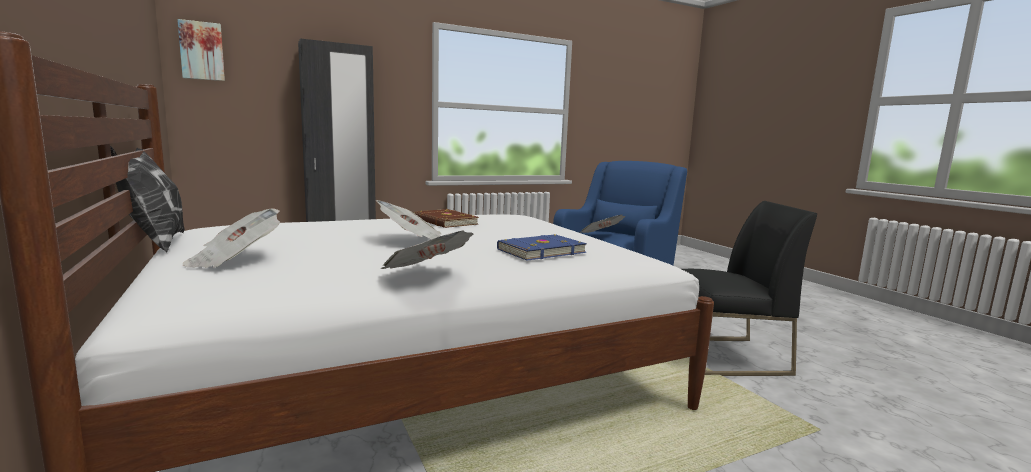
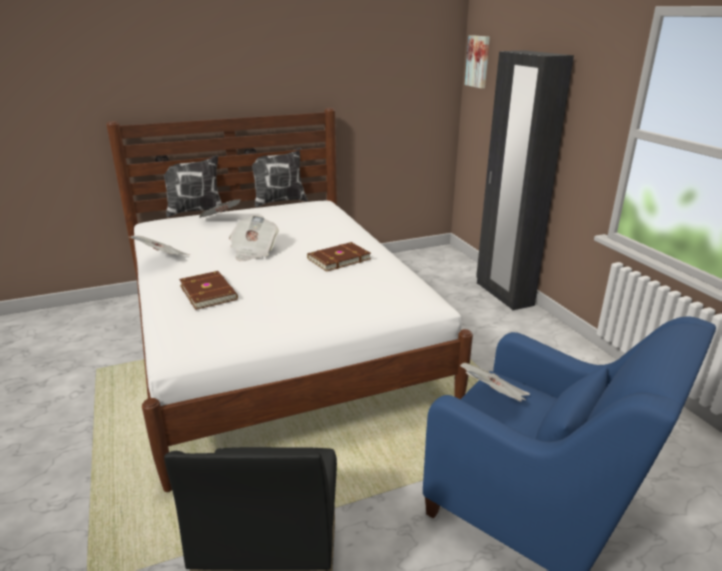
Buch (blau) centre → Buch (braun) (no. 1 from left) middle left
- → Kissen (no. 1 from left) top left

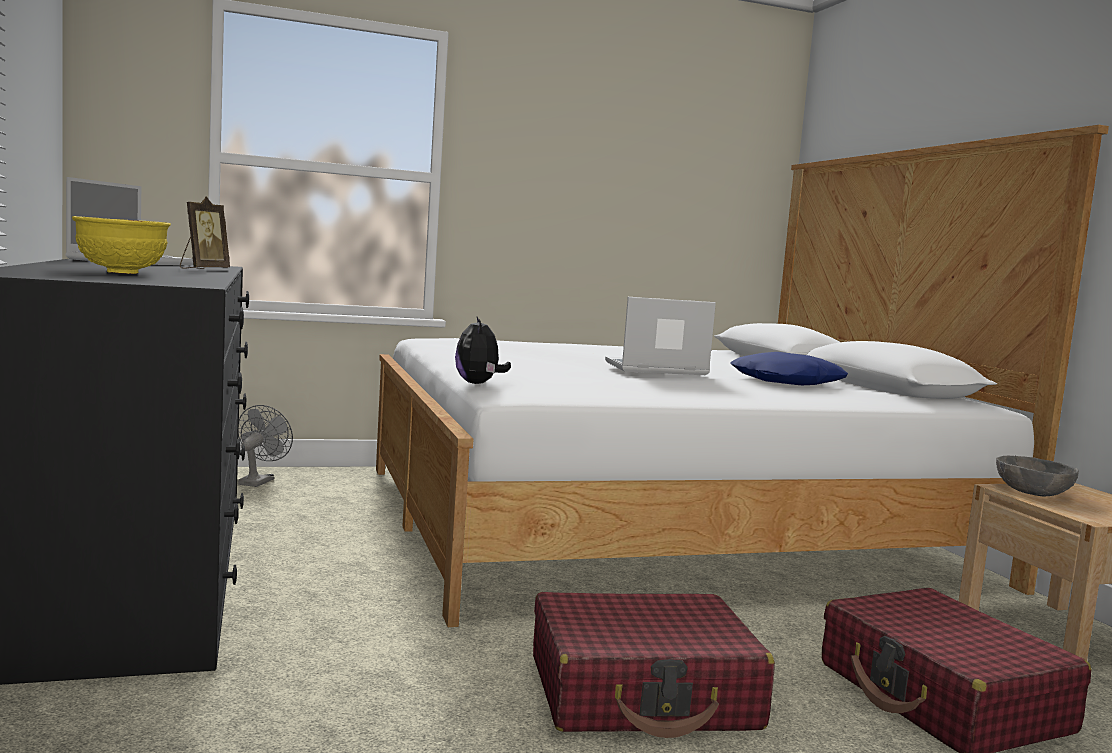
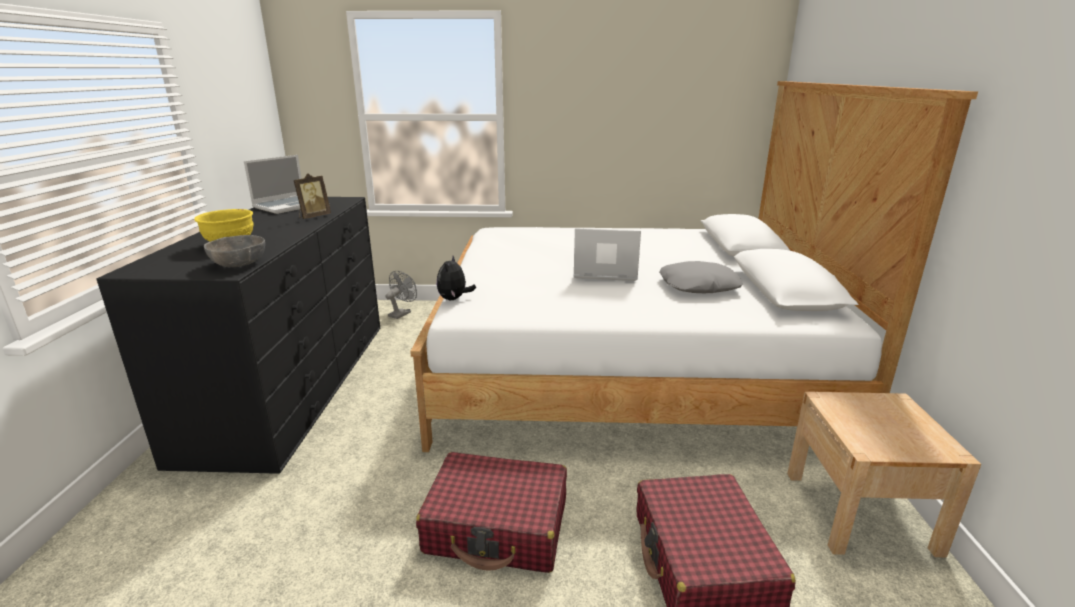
Kissen (blau) middle right → Kissen (grau) centre
Schüssel (grau) middle right → Schüssel (grau) middle left, shifted

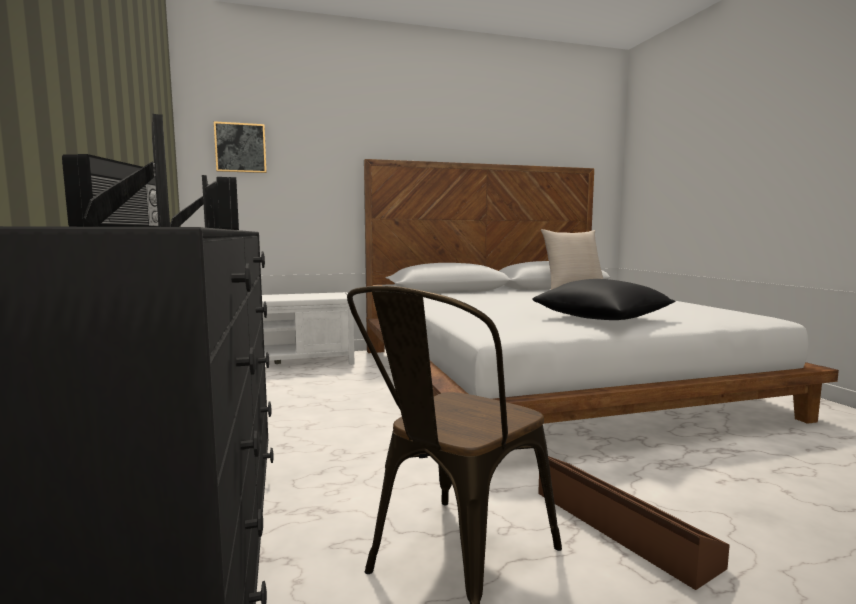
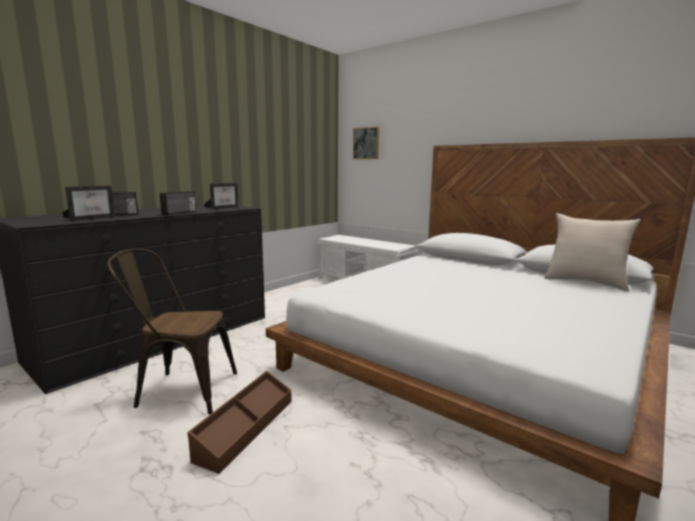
Kissen (schwarz) middle right → -

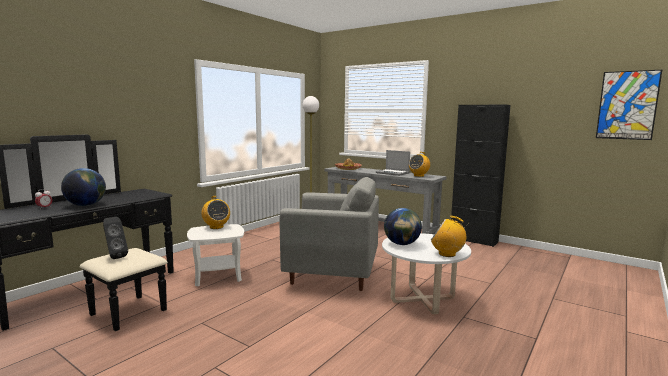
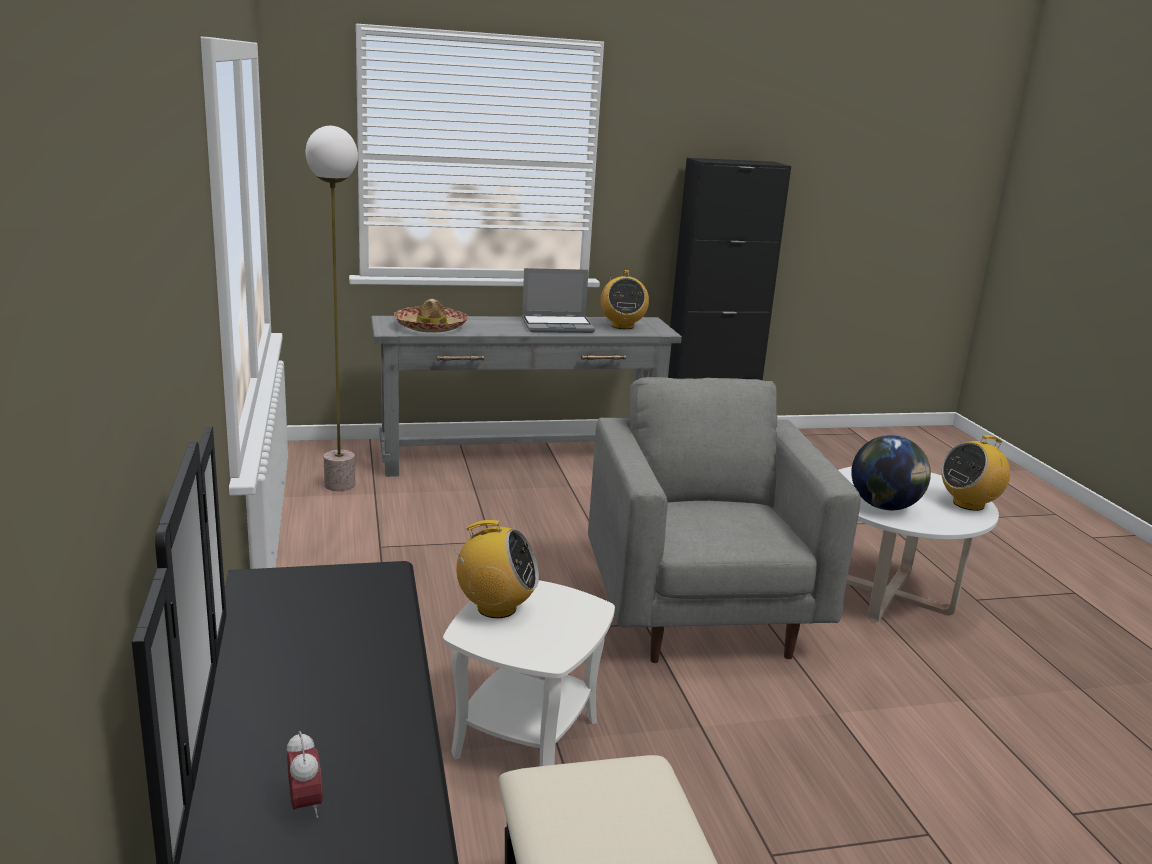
Bild top right → -
Globus (no. 1 from left) middle left → -
Sessel (grau) centre, 60 degrees counterclockwise
Lautsprecher (schwarz) middle left → -

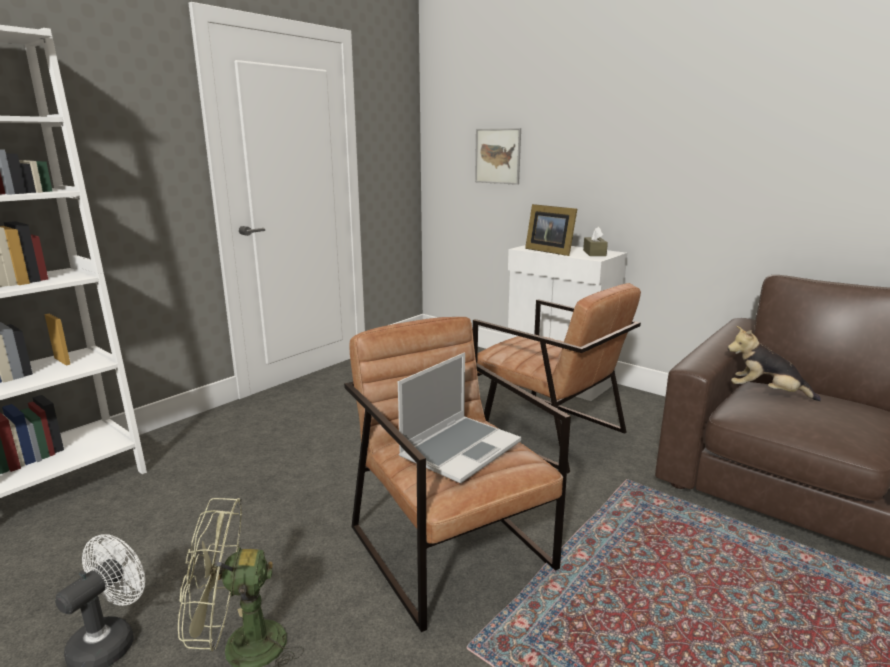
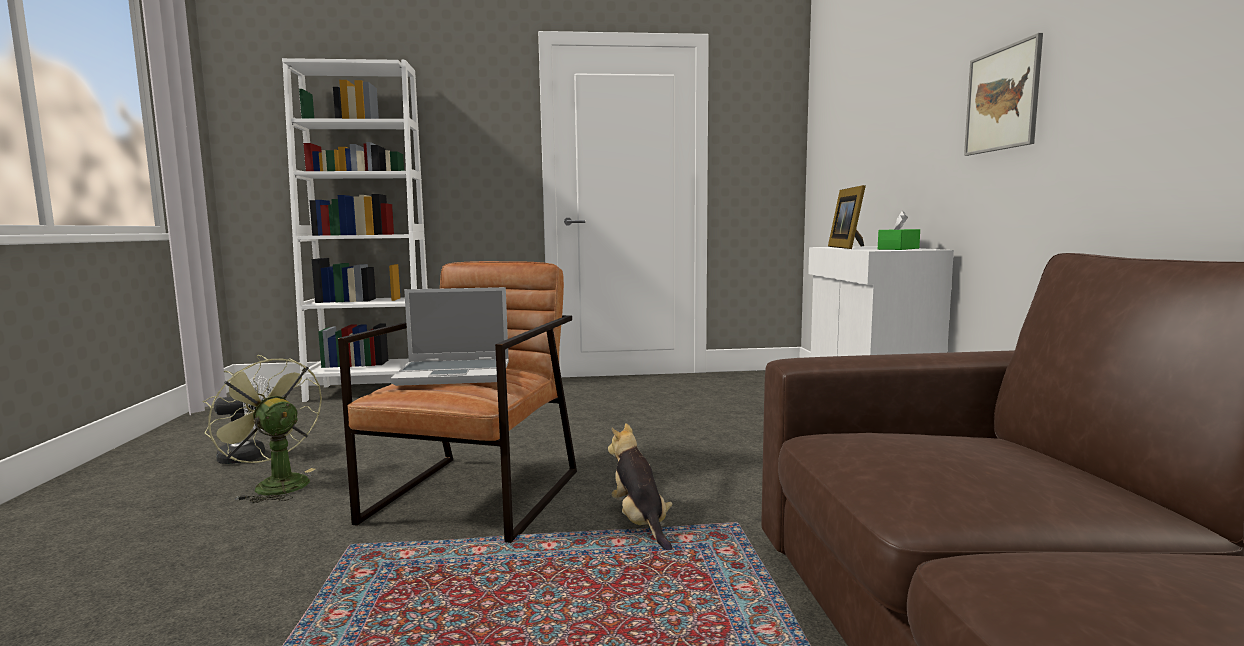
Bild top centre → Bild top right, shifted
Taschentuchbox (braun) middle right → Taschentuchbox (grün) middle right
Sessel (braun) (no. 2 from left) centre → -
Plüschtier middle right → Plüschtier bottom centre, shifted

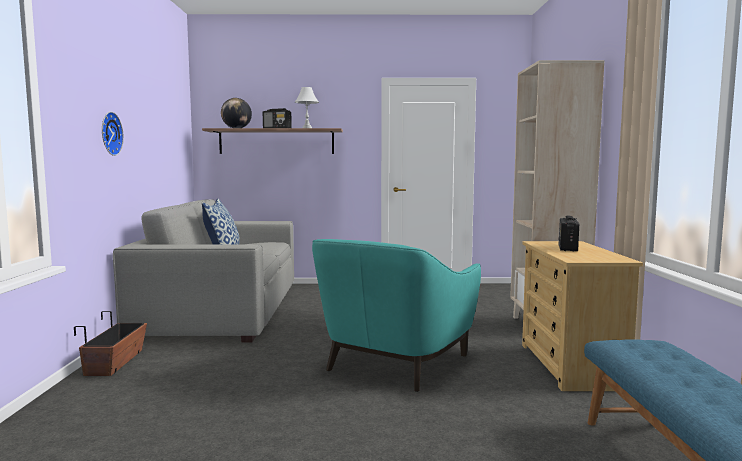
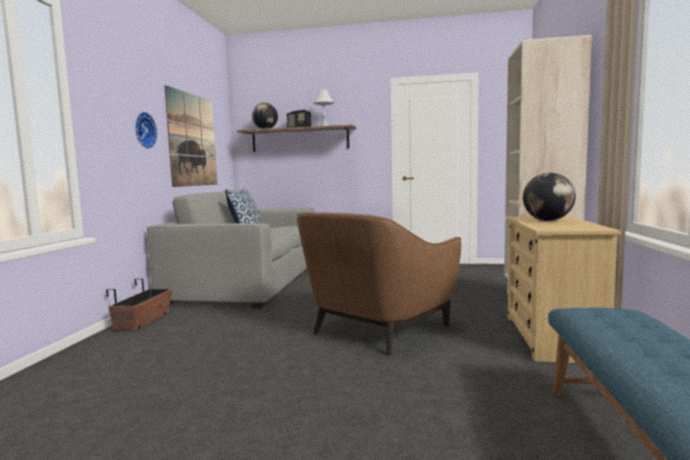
Radio (no. 2 from left) middle right → Globus (no. 2 from left) middle right
Sessel (türkis) bottom centre → Sessel (braun) centre
- → Bild top left

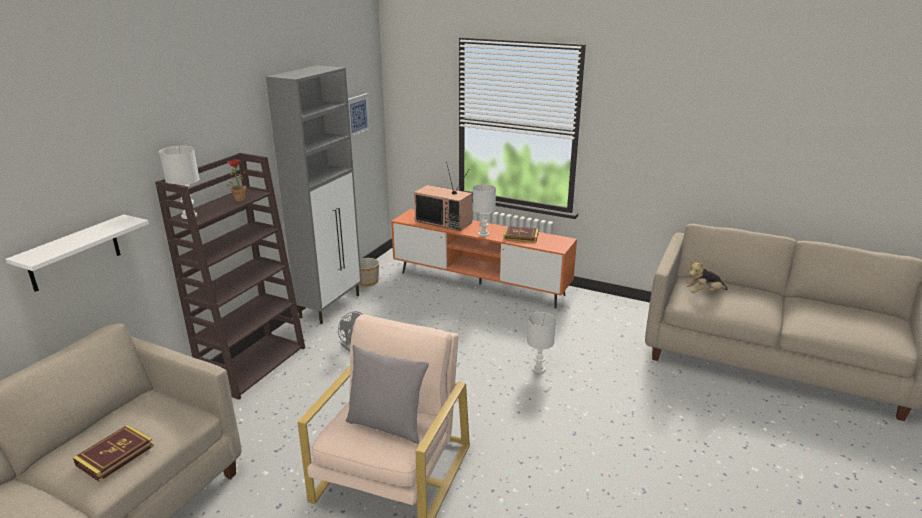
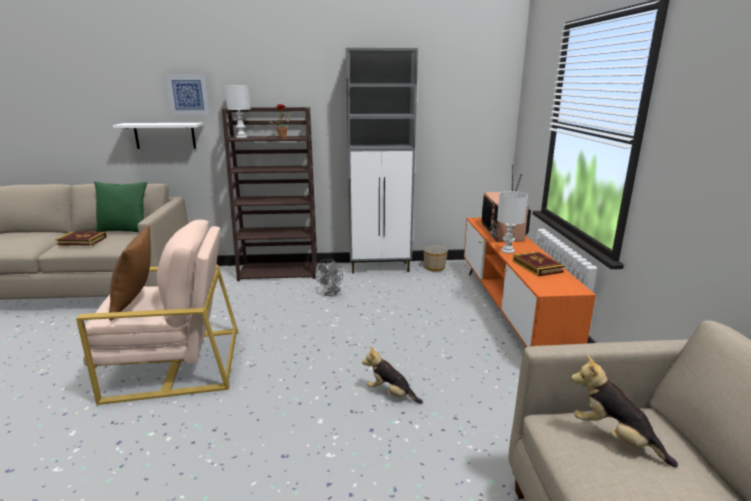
Bild top centre → Bild top left, shifted
Tischlampe (weiß) (no. 3 from left) centre → Plüschtier (no. 1 from left) bottom centre
Kissen (grau) bottom centre → Kissen (braun) middle left
- → Kissen (grün) middle left

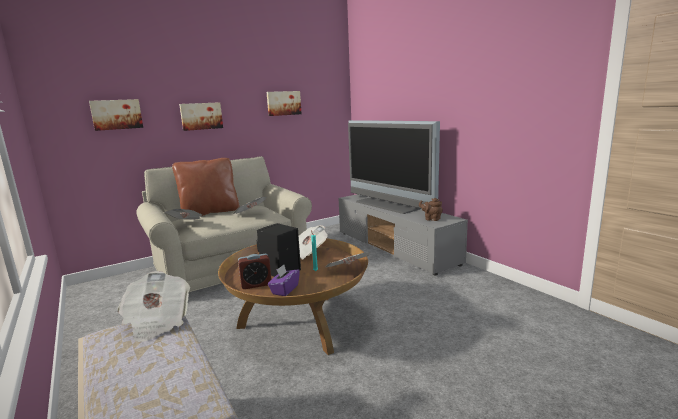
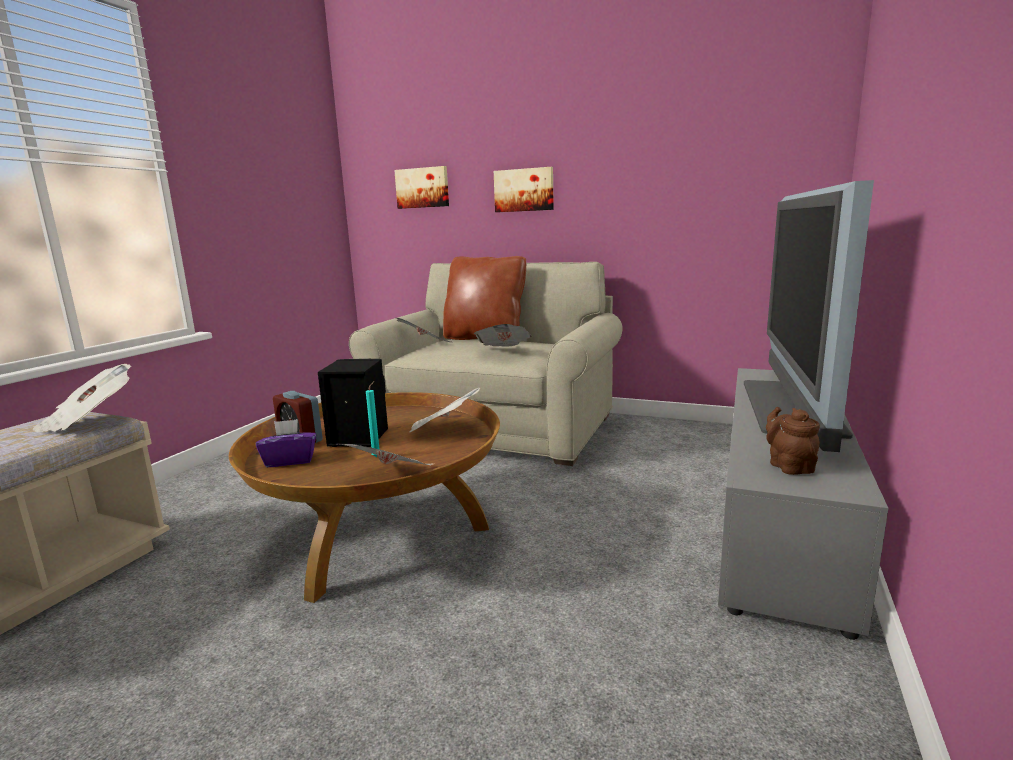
Bild (no. 3 from left) top centre → -

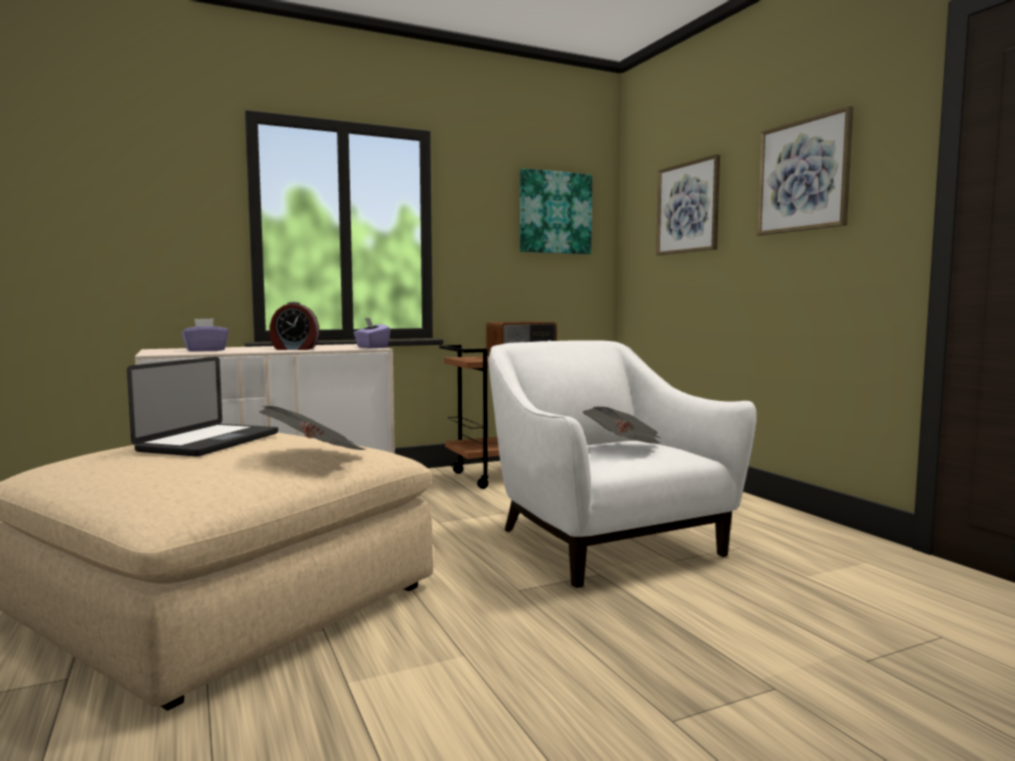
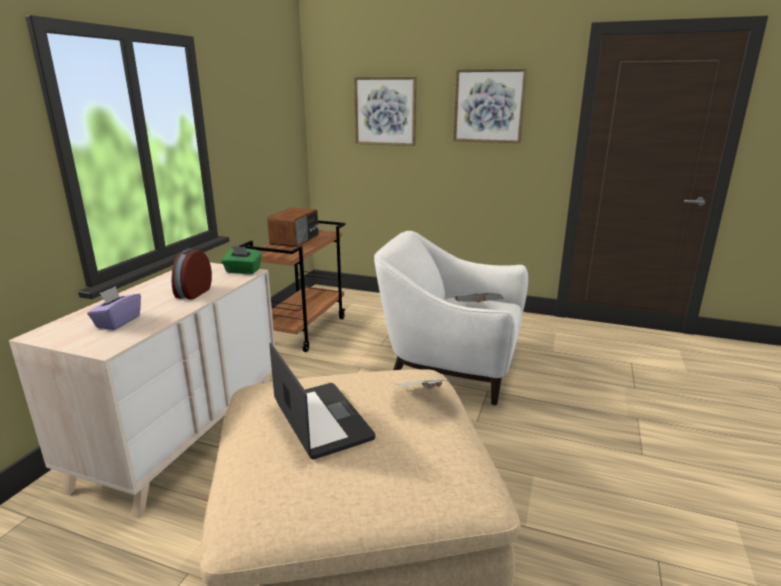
Bild (no. 1 from left) top centre → -
Wecker middle left, 150 degrees clockwise
Taschentuchbox (lila) (no. 2 from left) centre → Taschentuchbox (grün) middle left

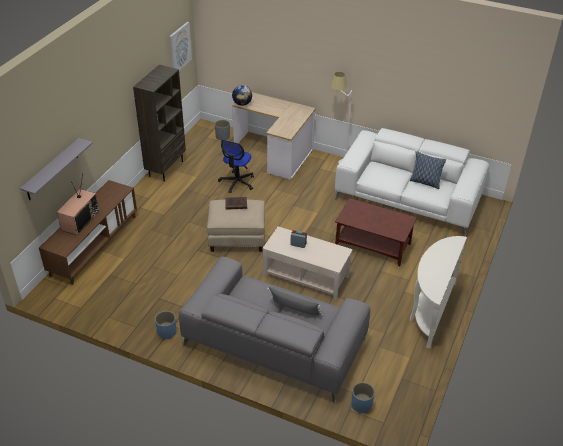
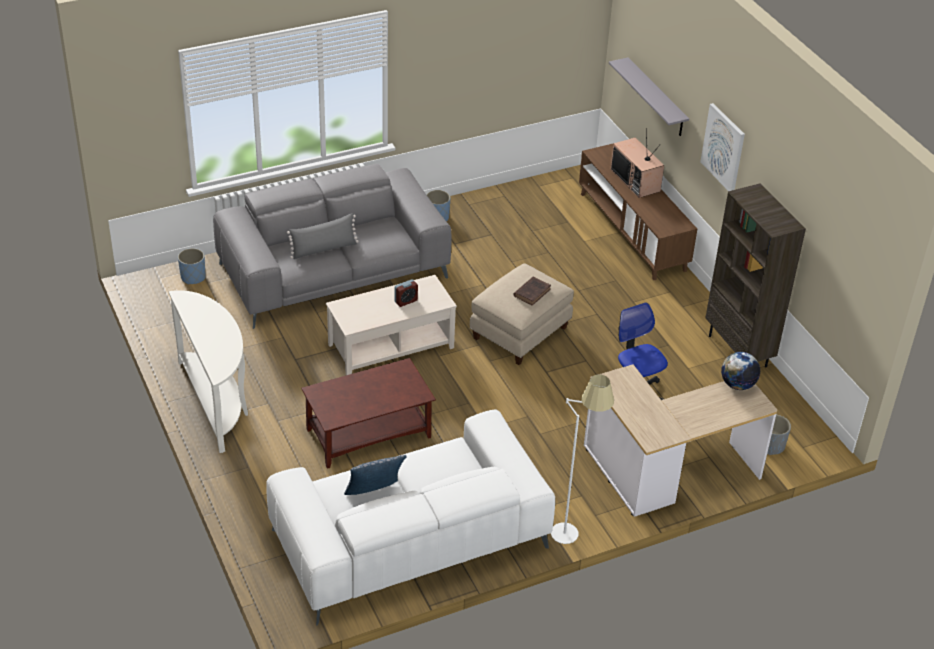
Bild top left → Bild top right, shifted

